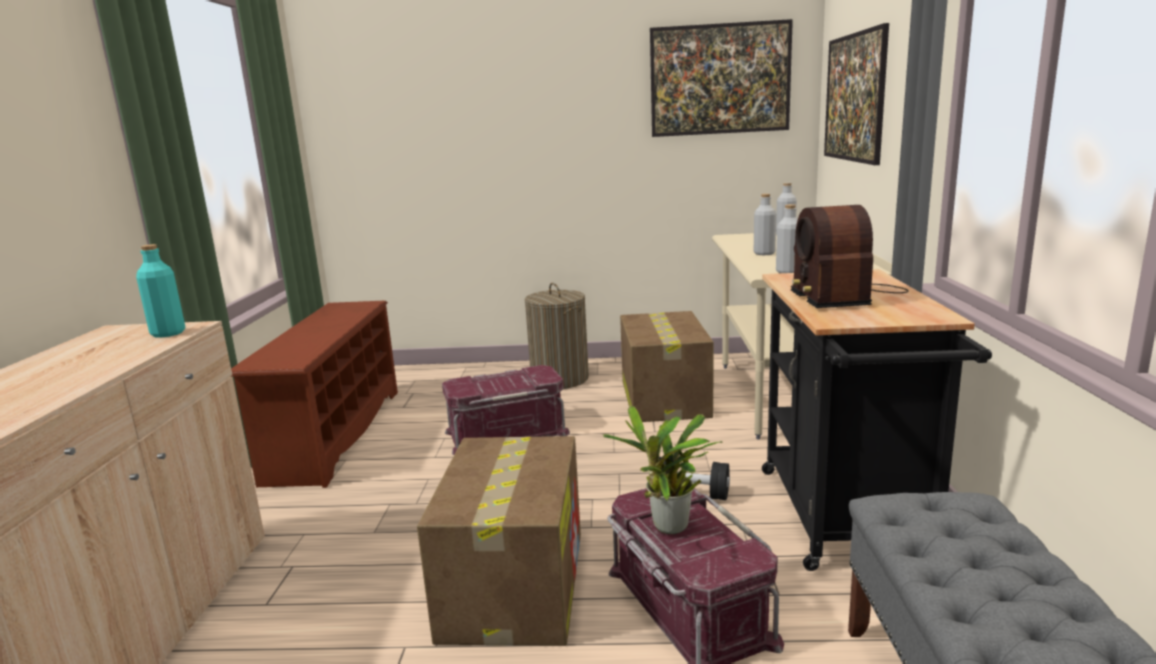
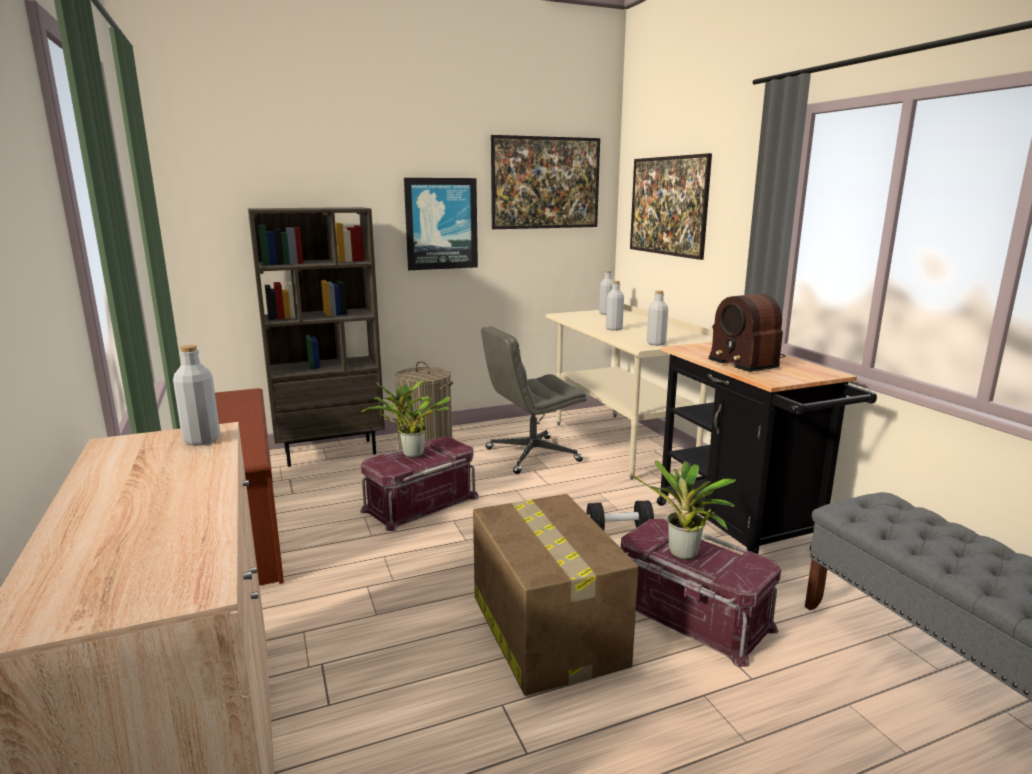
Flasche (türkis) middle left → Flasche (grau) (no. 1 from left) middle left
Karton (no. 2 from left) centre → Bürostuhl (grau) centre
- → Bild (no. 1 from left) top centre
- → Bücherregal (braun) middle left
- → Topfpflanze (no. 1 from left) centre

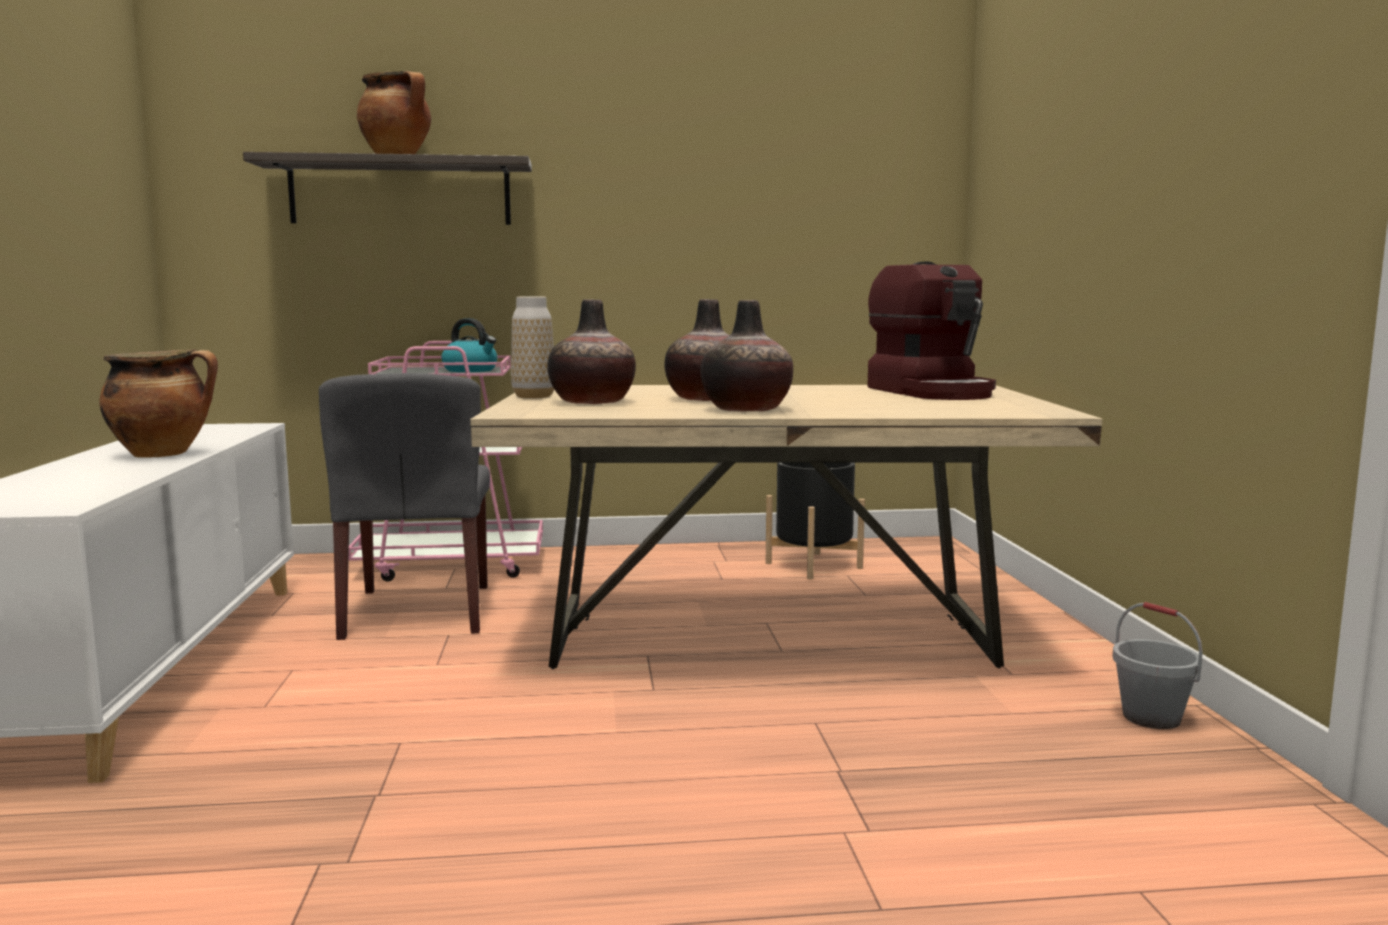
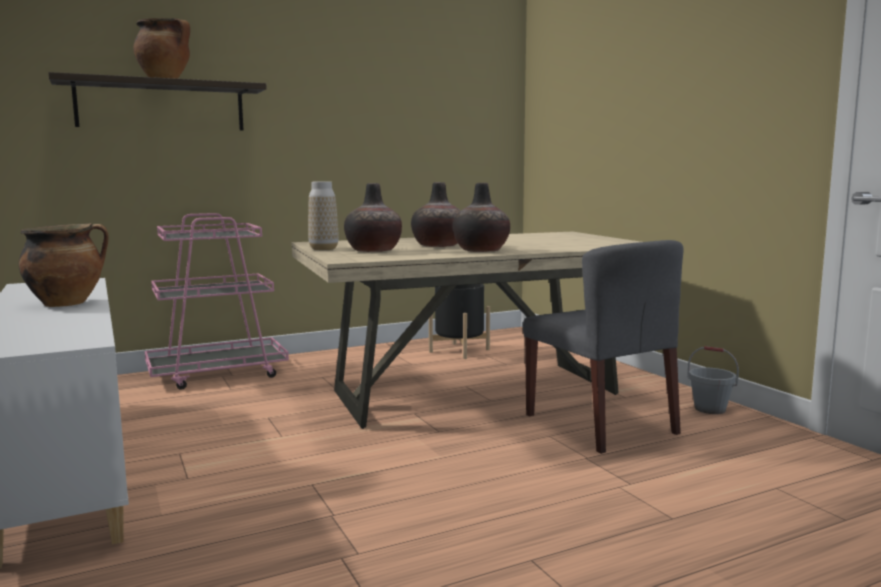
Kaffeemaschine middle right → -
Wasserkessel centre → -
Stuhl (grau) middle left → Stuhl (grau) middle right, shifted

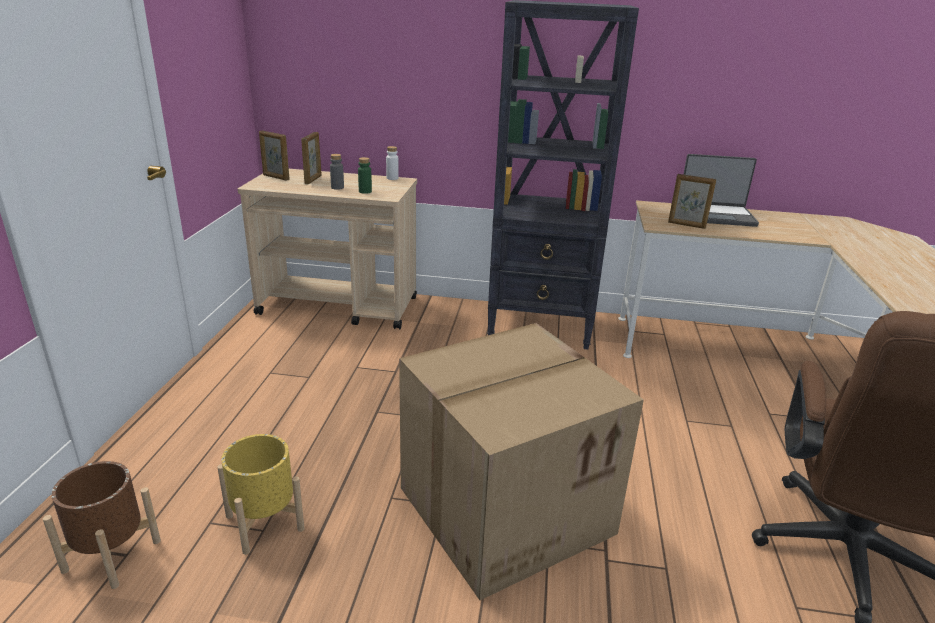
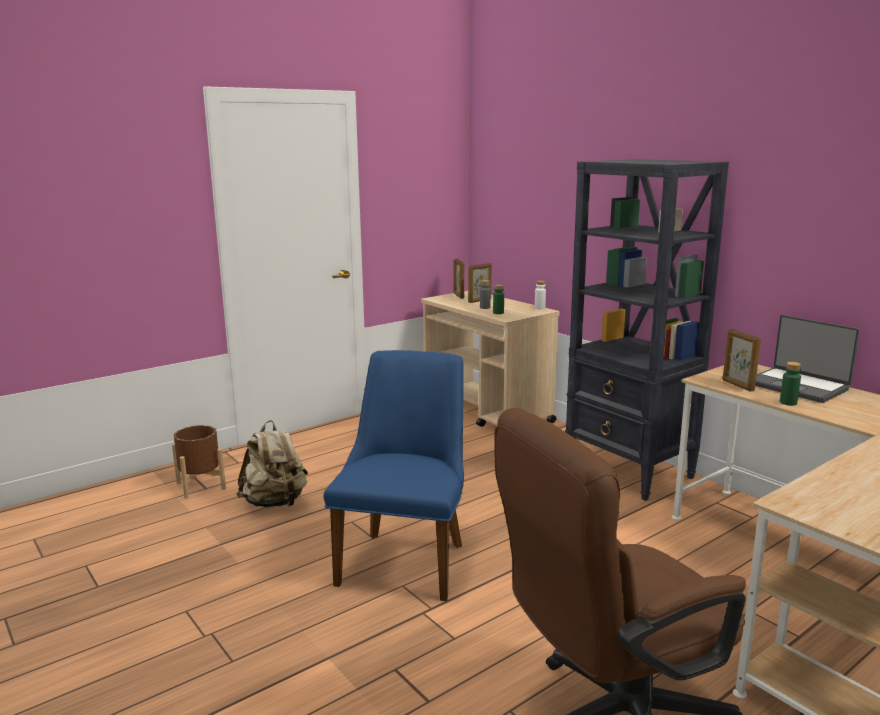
Karton bottom centre → Stuhl (blau) centre
Pflanzkübel (gelb) bottom left → Rucksack (beige) middle left
- → Flasche (grün) (no. 2 from left) middle right

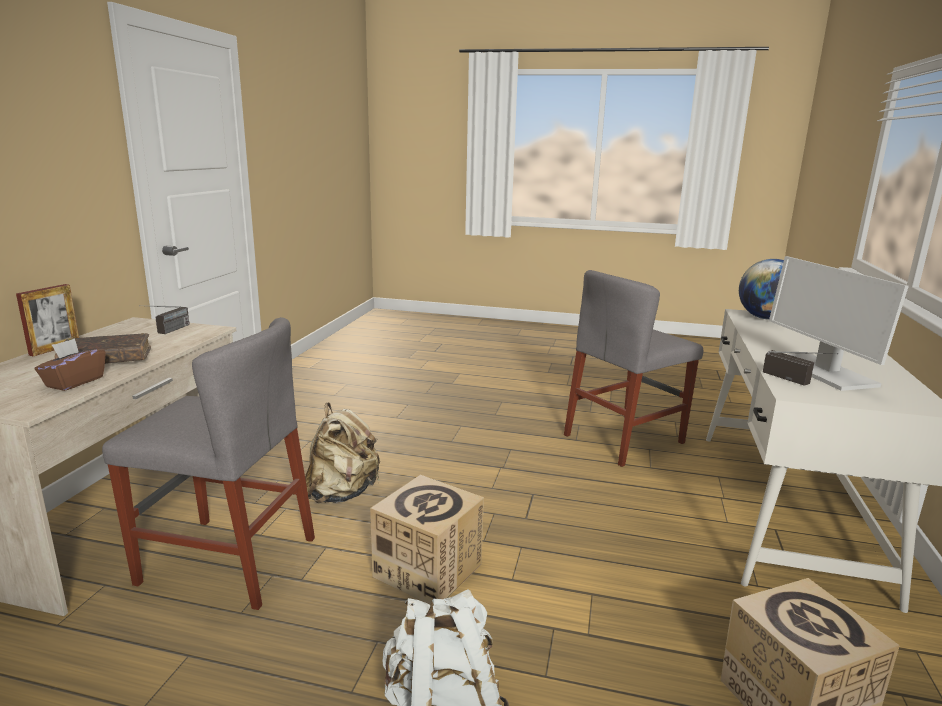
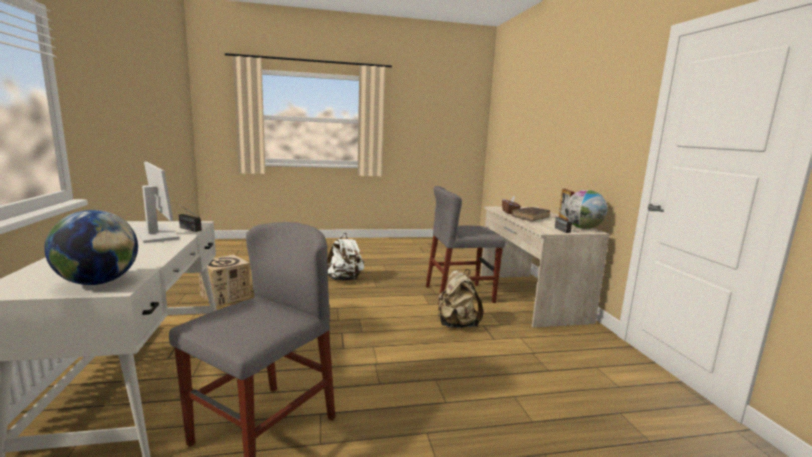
Karton (no. 1 from left) bottom centre → -
- → Globus (no. 2 from left) middle right

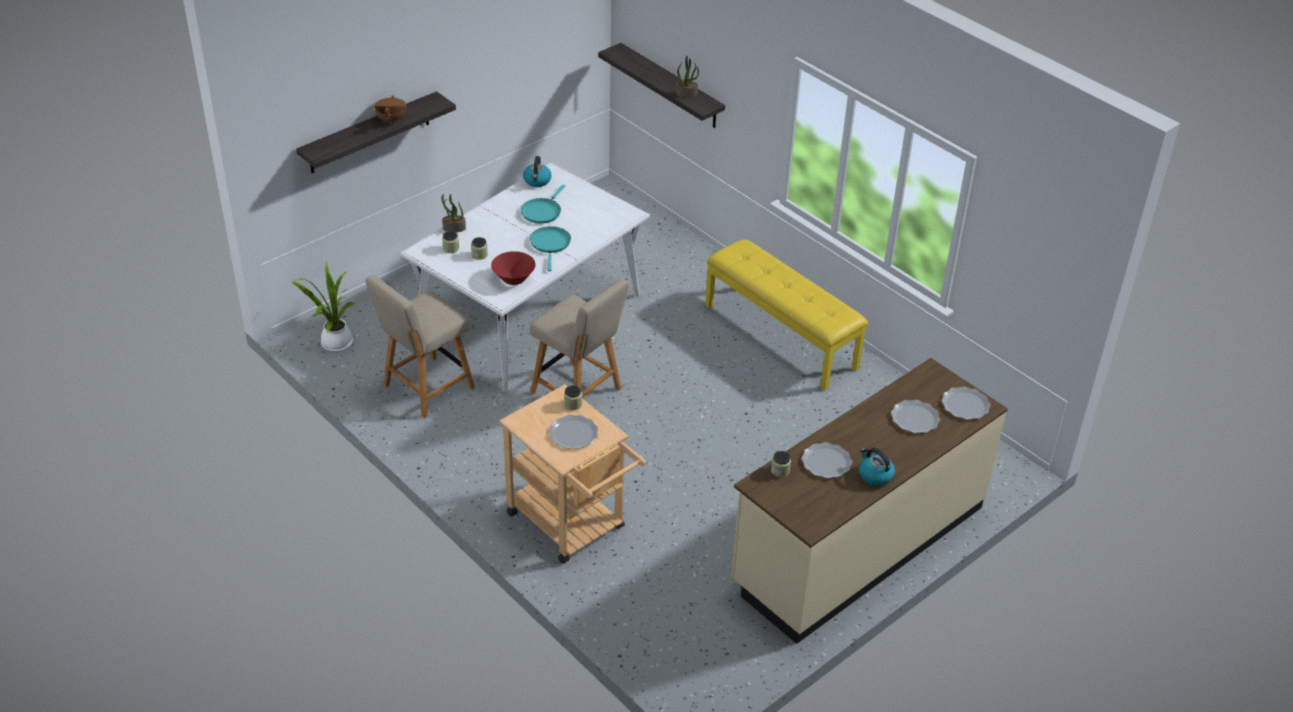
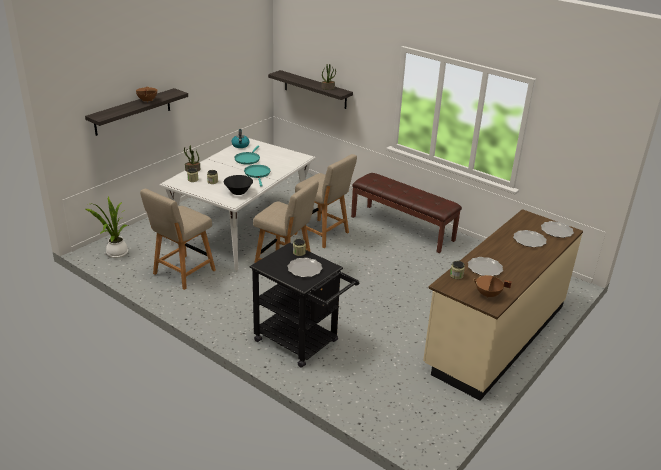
Bank (gelb) centre → Bank (braun) centre
Schüssel (rot) centre → Schüssel (schwarz) centre
Rollwagen (beige) centre → Rollwagen (schwarz) centre
Wasserkessel (no. 2 from left) middle right → -
- → Stuhl (beige) (no. 3 from left) centre
- → Kochtopf (braun) (no. 2 from left) middle right

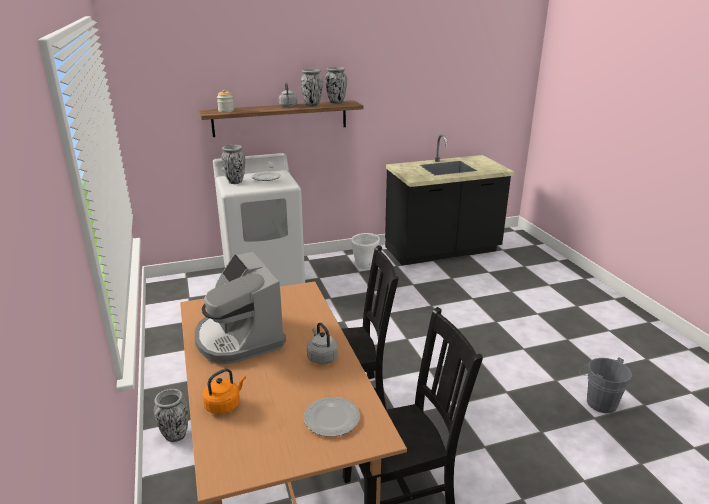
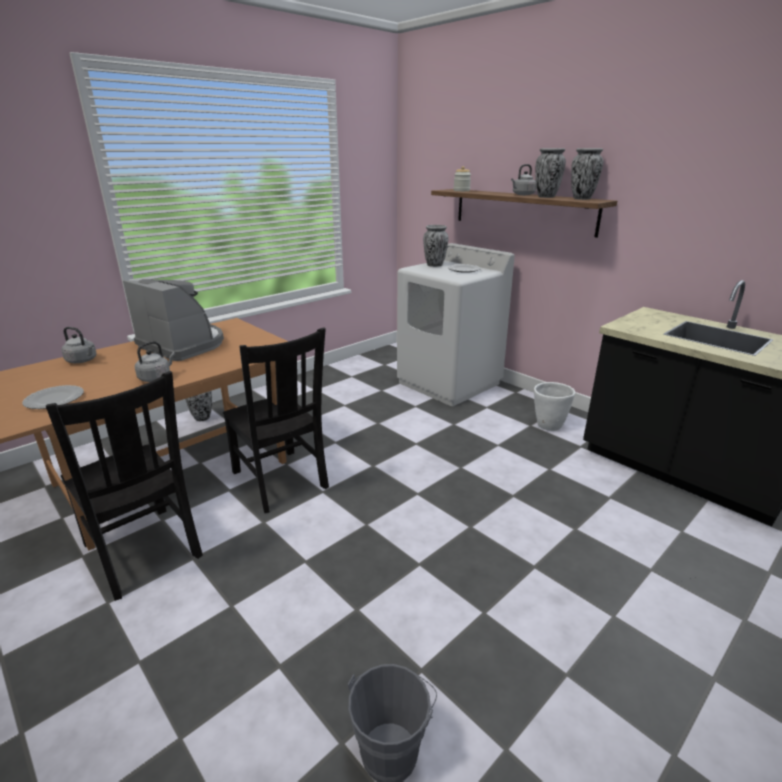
Kaffeemaschine centre → Kaffeemaschine middle left, 90 degrees clockwise
Wasserkessel (orange) bottom left → Wasserkessel (grau) (no. 1 from left) middle left

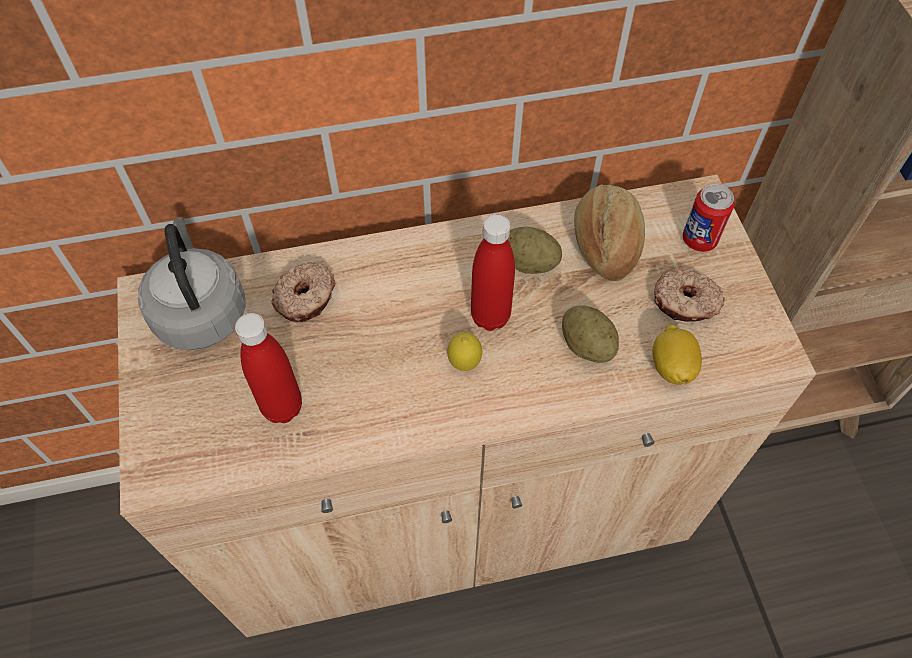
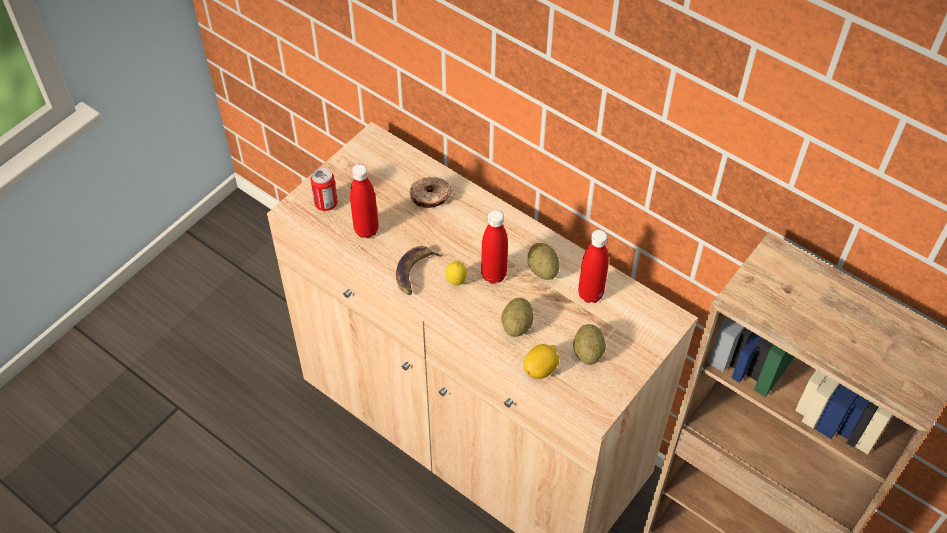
Brot middle right → Flasche (rot) (no. 3 from left) centre
Dose top right → Dose centre, shifted
Wasserkessel (grau) middle left → -
Donut (no. 2 from left) middle right → Kartoffel (no. 3 from left) centre
- → Banane centre

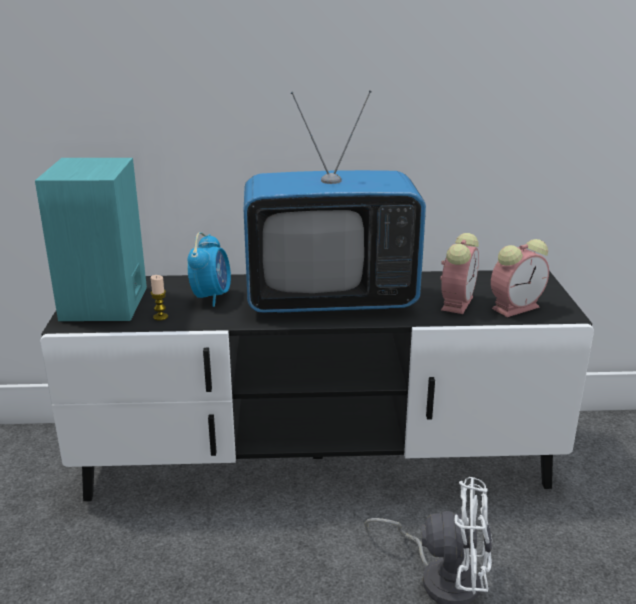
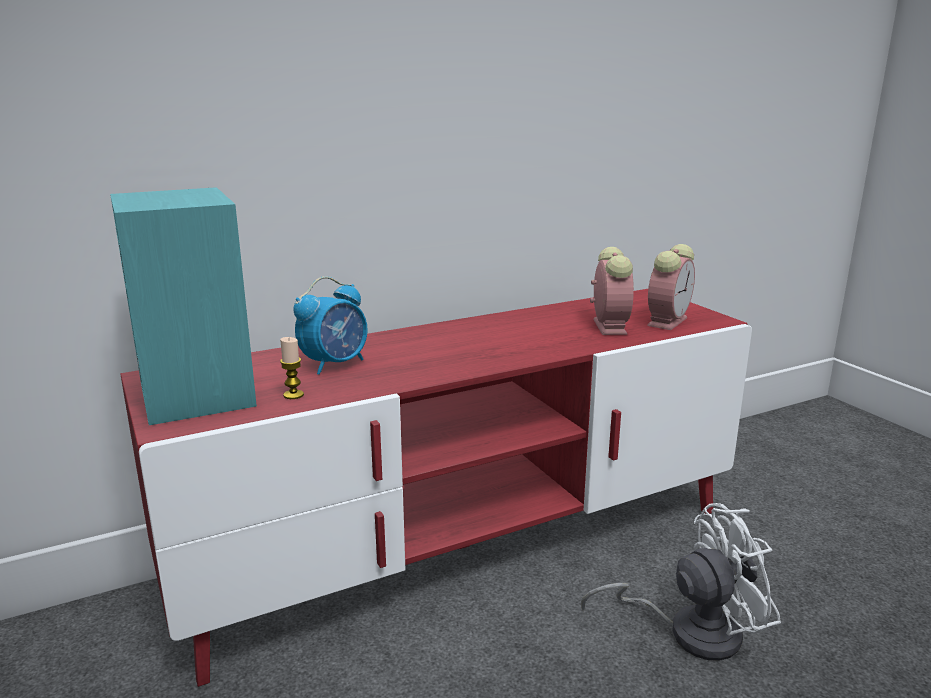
Fernseher top centre → -
Wecker (no. 1 from left) middle left → Wecker (no. 1 from left) centre, 60 degrees clockwise
Fernsehschrank (schwarz) centre → Fernsehschrank (rot) bottom centre

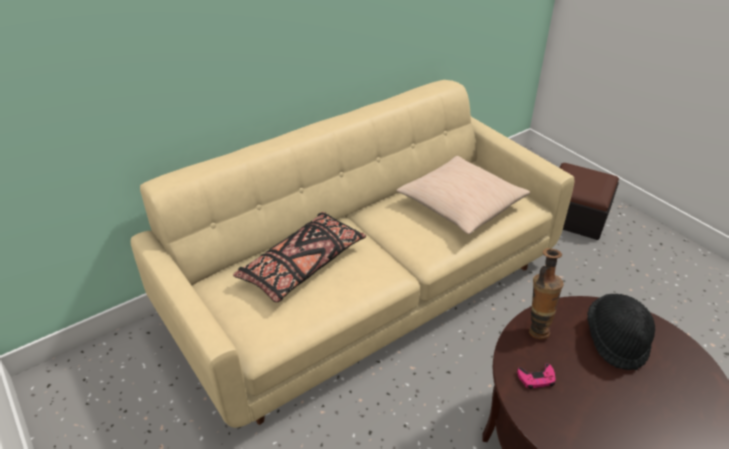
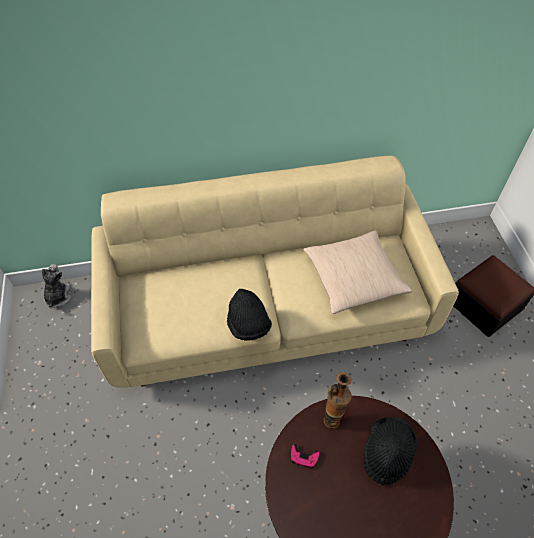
Kissen (schwarz) centre → -
- → Plüschtier middle left
- → Hut (schwarz) (no. 1 from left) centre

